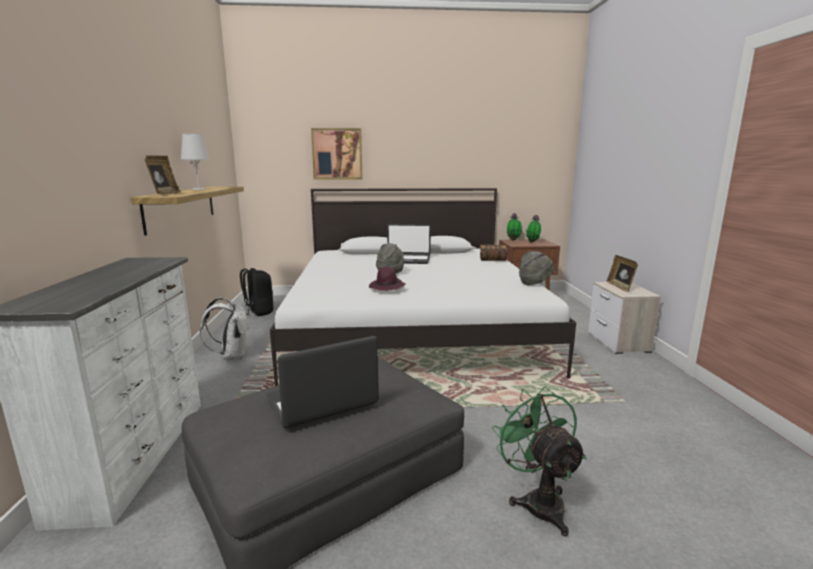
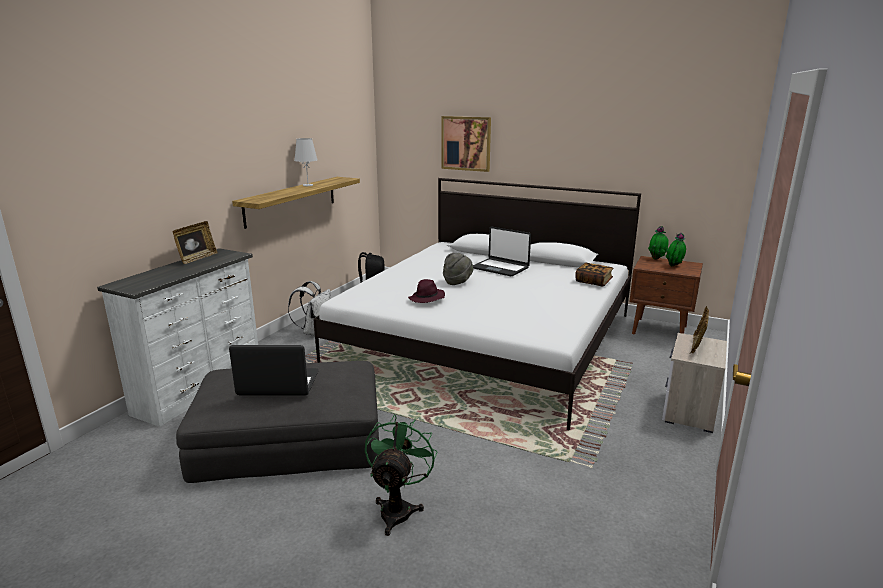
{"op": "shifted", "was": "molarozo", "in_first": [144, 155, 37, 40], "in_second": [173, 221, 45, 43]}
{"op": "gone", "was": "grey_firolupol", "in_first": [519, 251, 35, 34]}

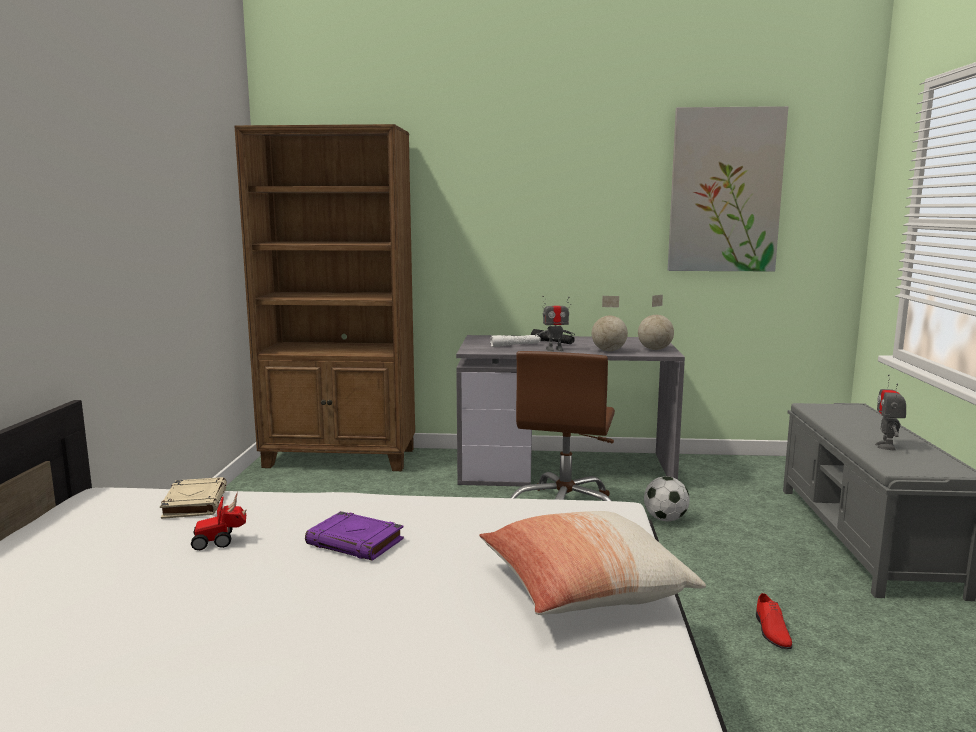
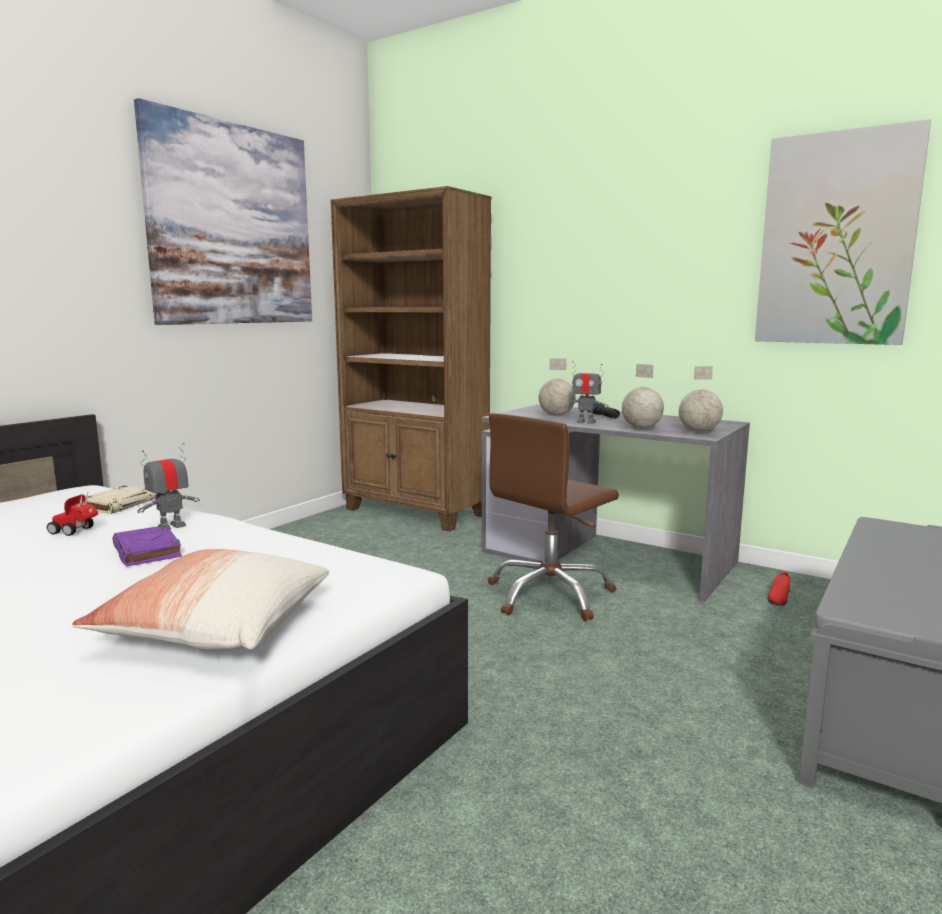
{"op": "swapped", "was": "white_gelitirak", "now": "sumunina", "in_first": [490, 335, 51, 12], "in_second": [539, 358, 37, 58]}
{"op": "gone", "was": "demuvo", "in_first": [644, 476, 46, 45]}
{"op": "shifted", "was": "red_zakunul", "in_first": [756, 593, 36, 56], "in_second": [768, 572, 22, 34]}
{"op": "shifted", "was": "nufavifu", "in_first": [875, 375, 31, 76], "in_second": [138, 443, 62, 86]}
{"op": "new", "now": "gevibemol", "in_second": [134, 98, 178, 227]}

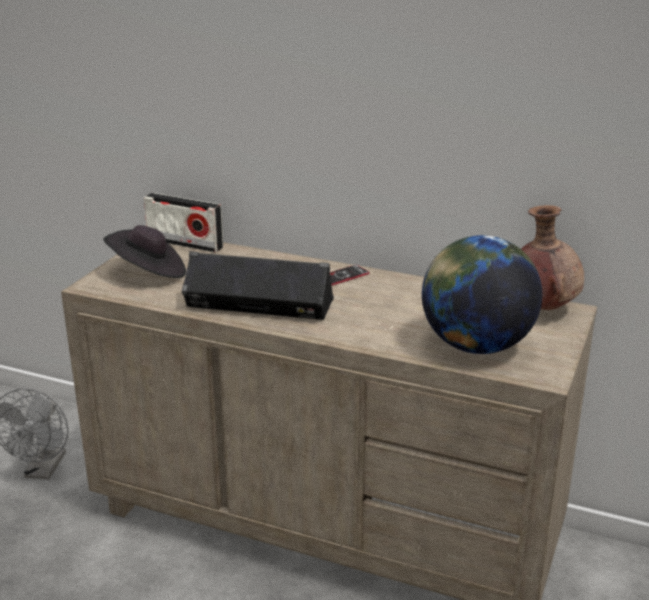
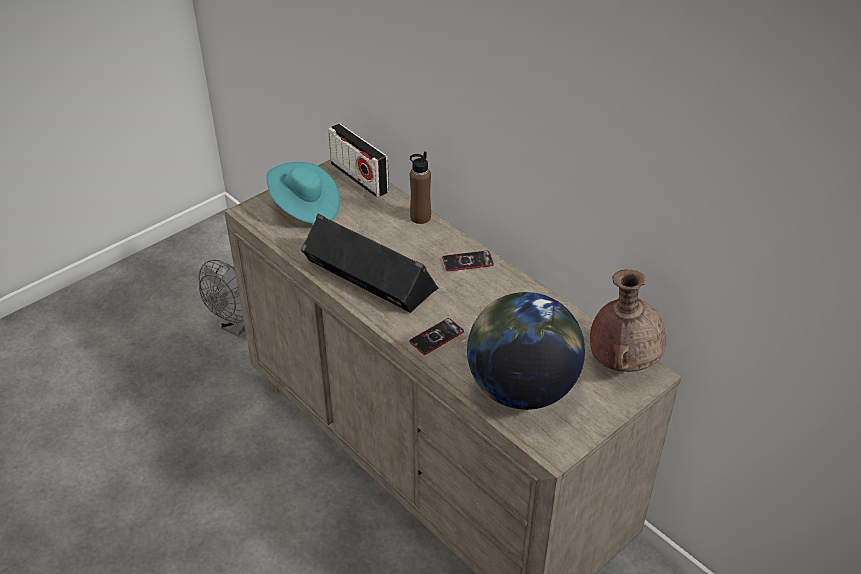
{"op": "repainted", "was": "black_firolupol", "now": "turquoise_firolupol", "in_first": [103, 225, 83, 53], "in_second": [266, 162, 74, 62]}
{"op": "new", "now": "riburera", "in_second": [409, 318, 55, 37]}
{"op": "new", "now": "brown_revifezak", "in_second": [410, 151, 21, 73]}

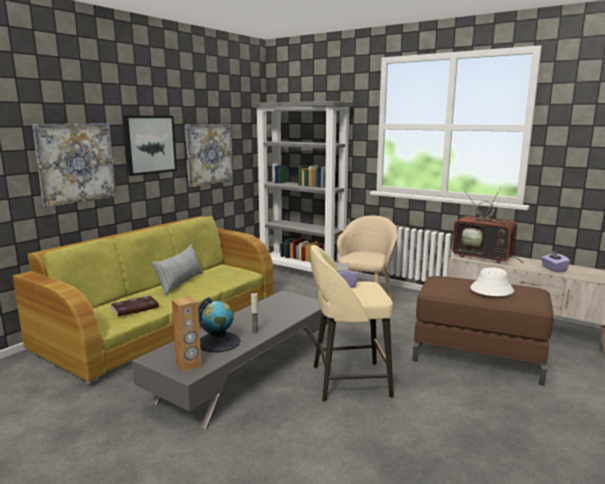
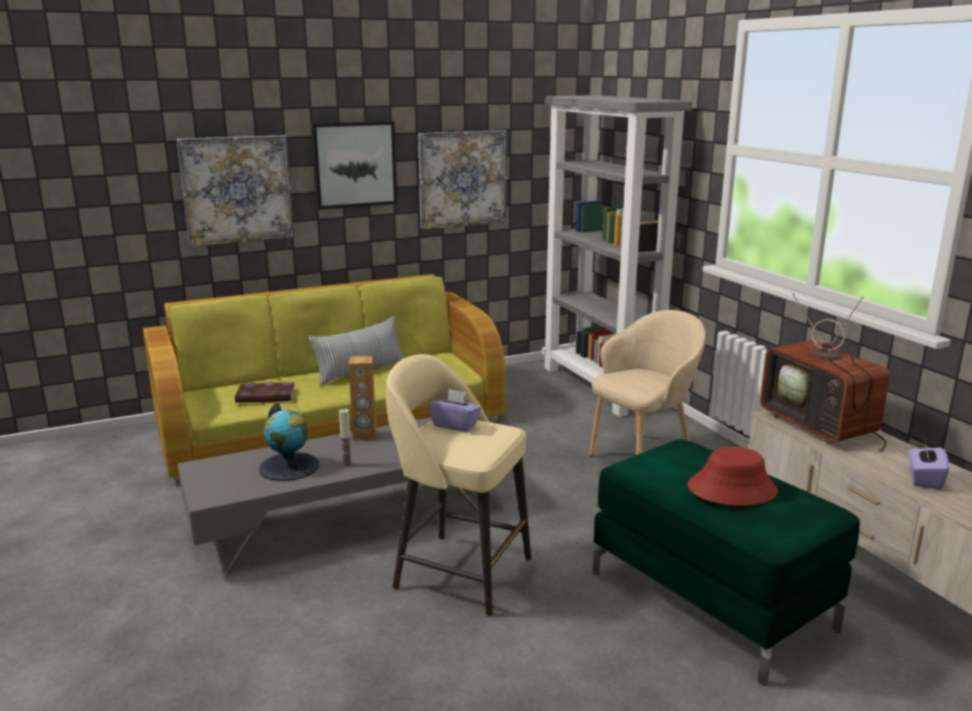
{"op": "shifted", "was": "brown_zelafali", "in_first": [172, 296, 30, 76], "in_second": [349, 356, 28, 85]}
{"op": "repainted", "was": "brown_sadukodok", "now": "green_sadukodok", "in_first": [412, 276, 141, 109], "in_second": [593, 439, 267, 247]}
{"op": "repainted", "was": "white_firolupol", "now": "red_firolupol", "in_first": [470, 267, 44, 29], "in_second": [688, 447, 90, 59]}

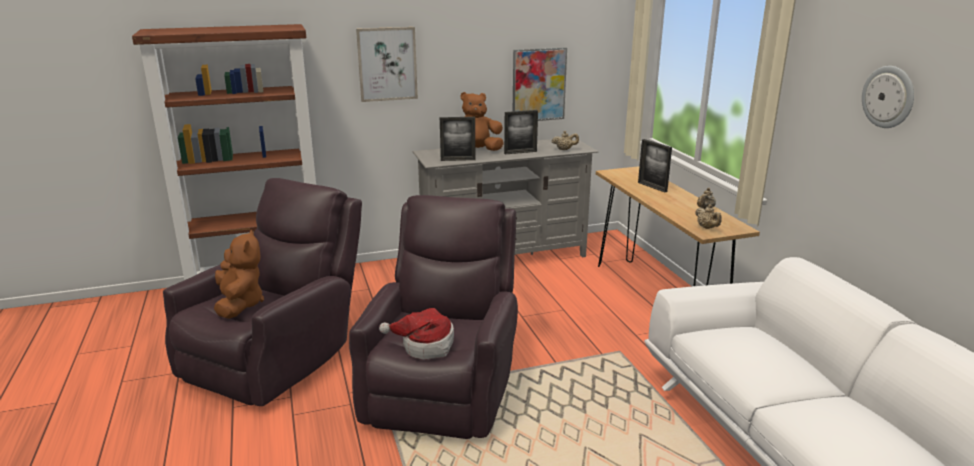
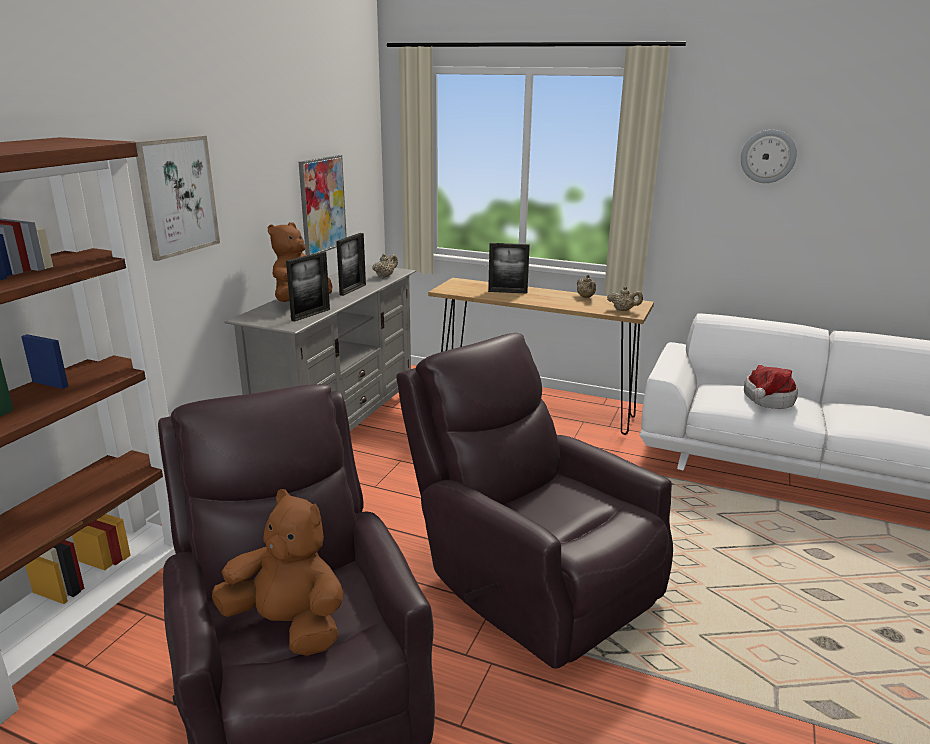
{"op": "shifted", "was": "firolupol", "in_first": [379, 308, 75, 51], "in_second": [744, 365, 54, 44]}

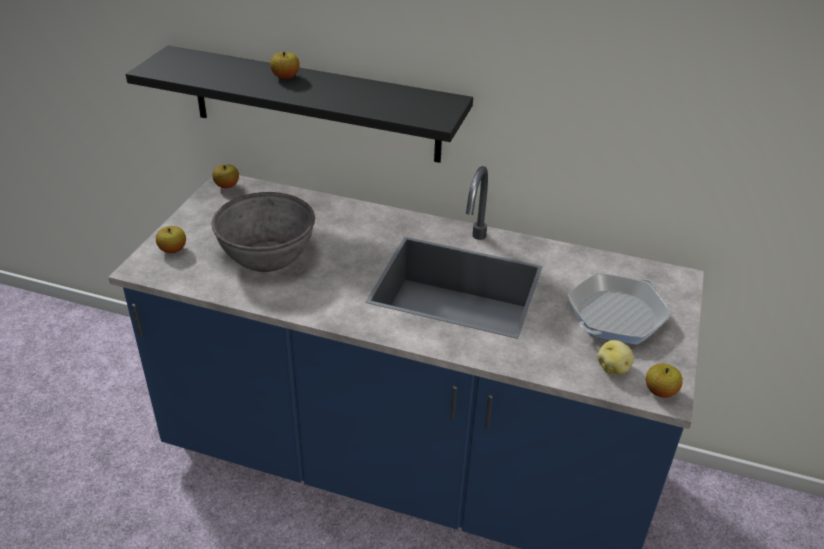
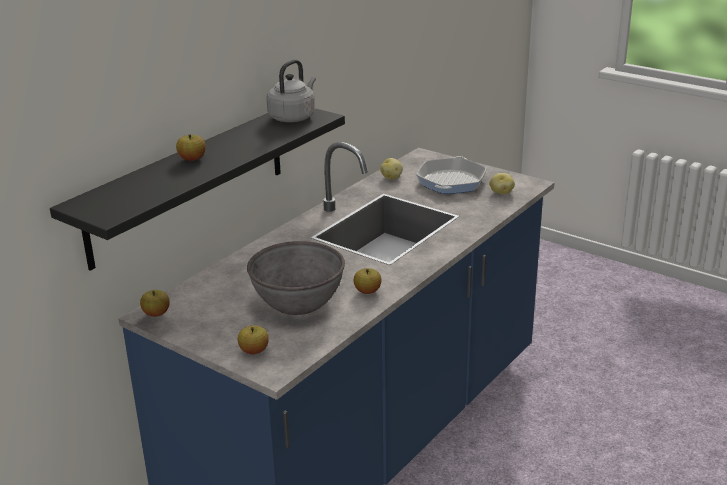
{"op": "rotated", "was": "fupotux", "in_first": [568, 273, 104, 72], "in_second": [416, 156, 70, 38], "clockwise": 45}
{"op": "shifted", "was": "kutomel", "in_first": [646, 363, 37, 35], "in_second": [354, 268, 28, 26]}
{"op": "new", "now": "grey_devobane", "in_second": [266, 59, 50, 63]}
{"op": "new", "now": "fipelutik", "in_second": [380, 158, 23, 22]}

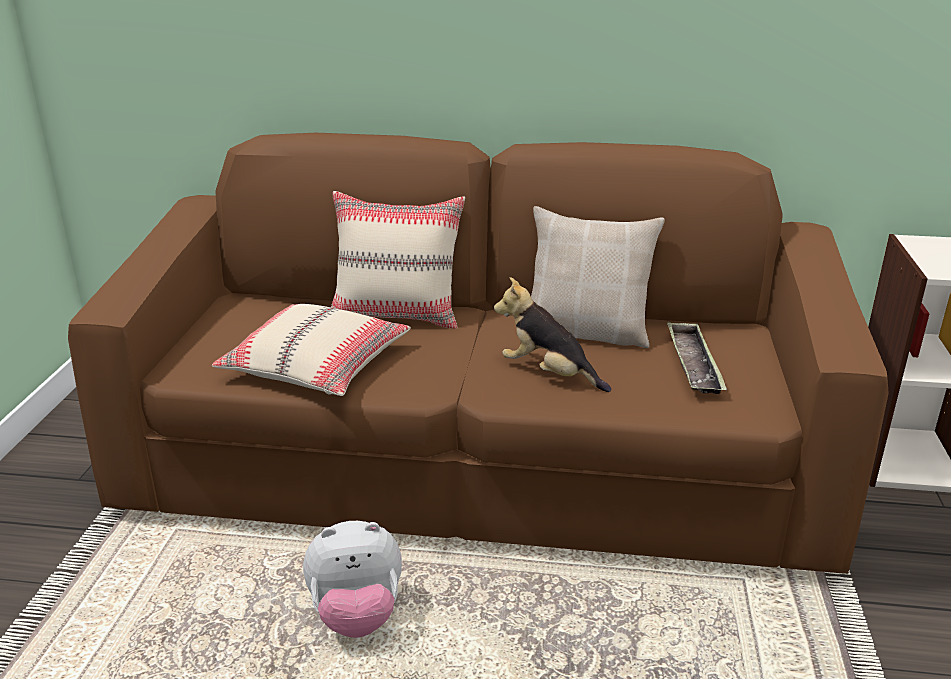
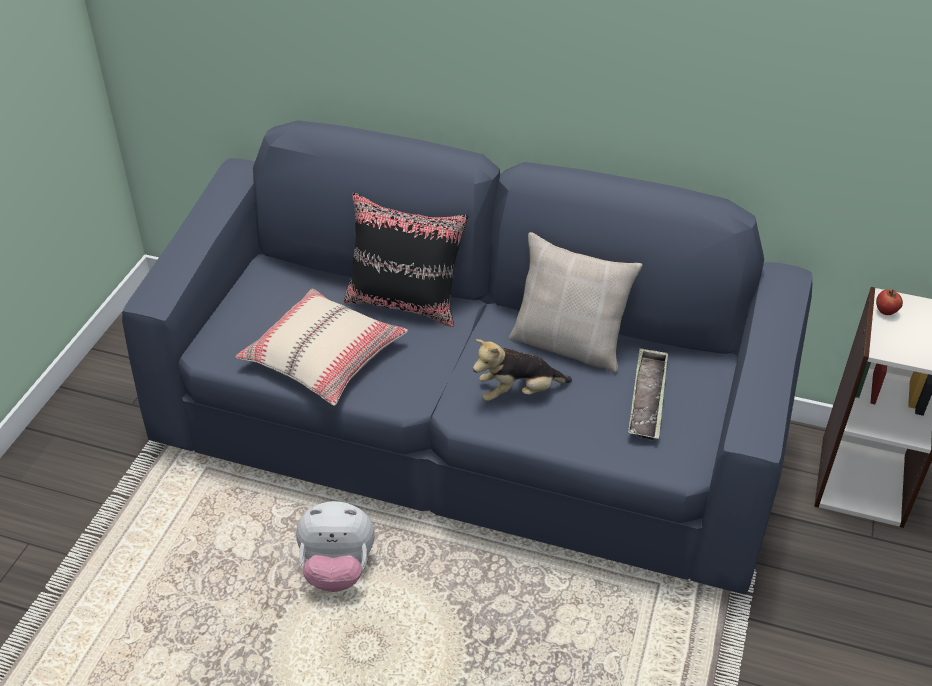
{"op": "repainted", "was": "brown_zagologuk", "now": "blue_zagologuk", "in_first": [68, 133, 821, 441], "in_second": [122, 120, 690, 475]}
{"op": "repainted", "was": "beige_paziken", "now": "black_paziken", "in_first": [331, 191, 134, 138], "in_second": [344, 192, 124, 135]}
{"op": "rotated", "was": "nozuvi", "in_first": [494, 277, 117, 115], "in_second": [473, 339, 99, 62], "clockwise": -60}
{"op": "new", "now": "kutomel", "in_second": [876, 289, 27, 26]}

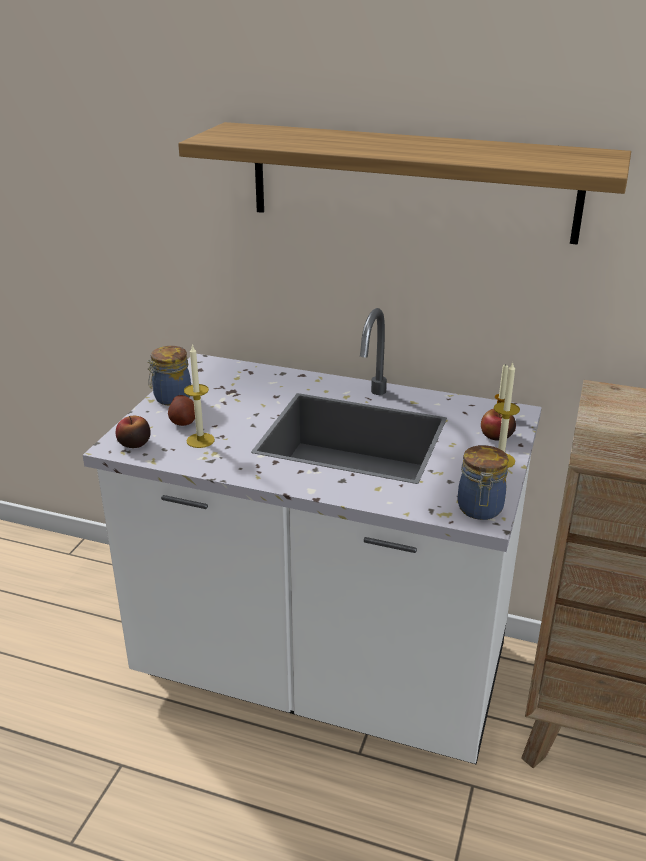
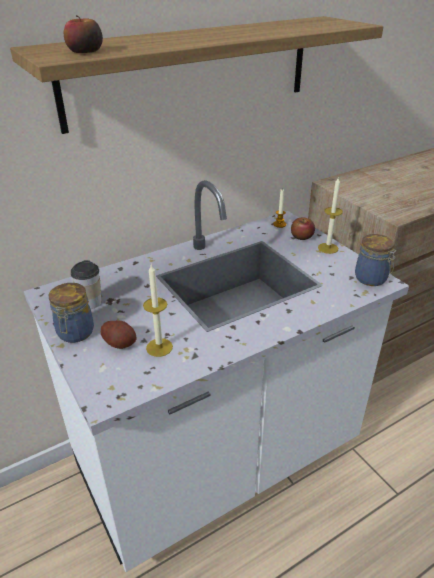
{"op": "shifted", "was": "kutomel", "in_first": [116, 416, 35, 32], "in_second": [64, 15, 39, 38]}
{"op": "new", "now": "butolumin", "in_second": [71, 260, 30, 49]}

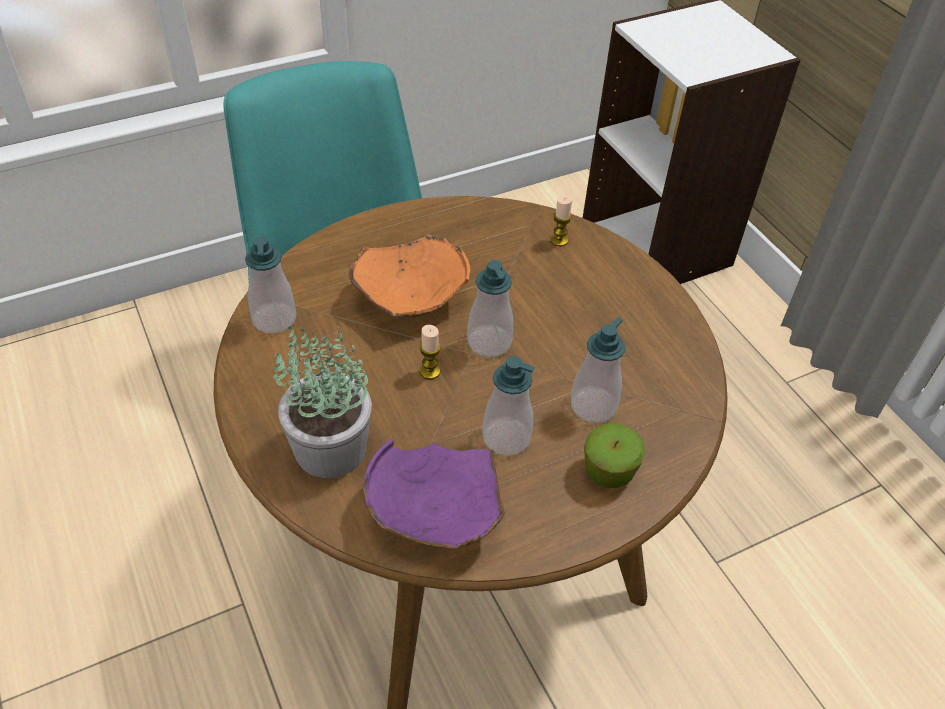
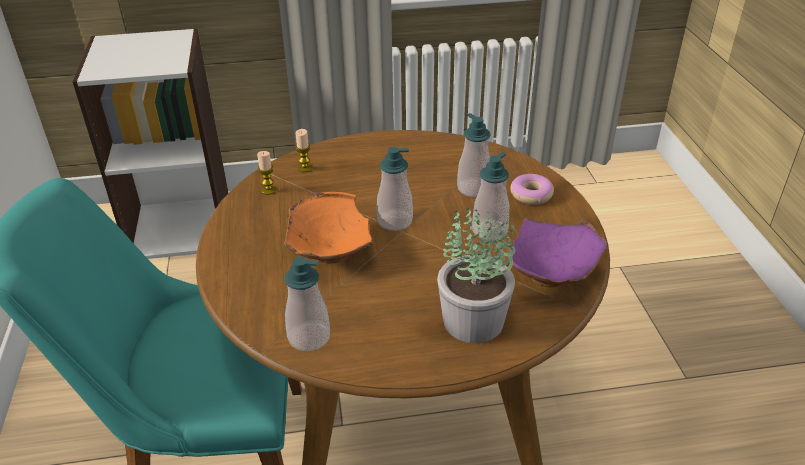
{"op": "shifted", "was": "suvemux", "in_first": [419, 325, 22, 54], "in_second": [257, 151, 19, 44]}
{"op": "swapped", "was": "kutomel", "now": "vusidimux", "in_first": [584, 423, 61, 65], "in_second": [510, 174, 44, 31]}

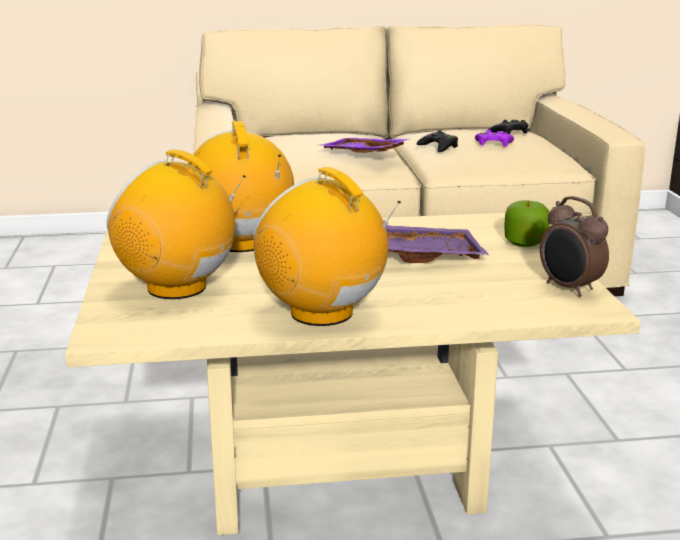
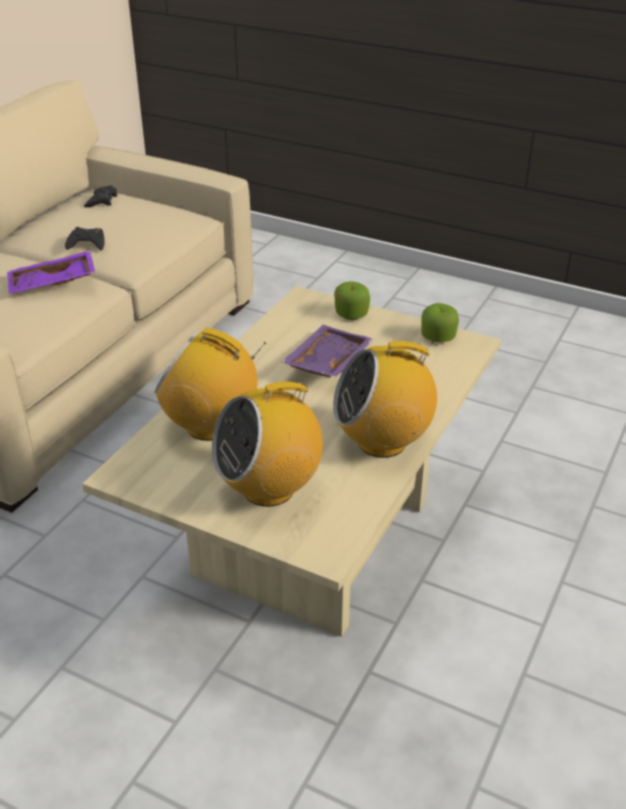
{"op": "gone", "was": "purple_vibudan", "in_first": [475, 130, 39, 17]}
{"op": "swapped", "was": "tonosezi", "now": "kutomel", "in_first": [540, 196, 69, 101], "in_second": [421, 303, 38, 39]}

